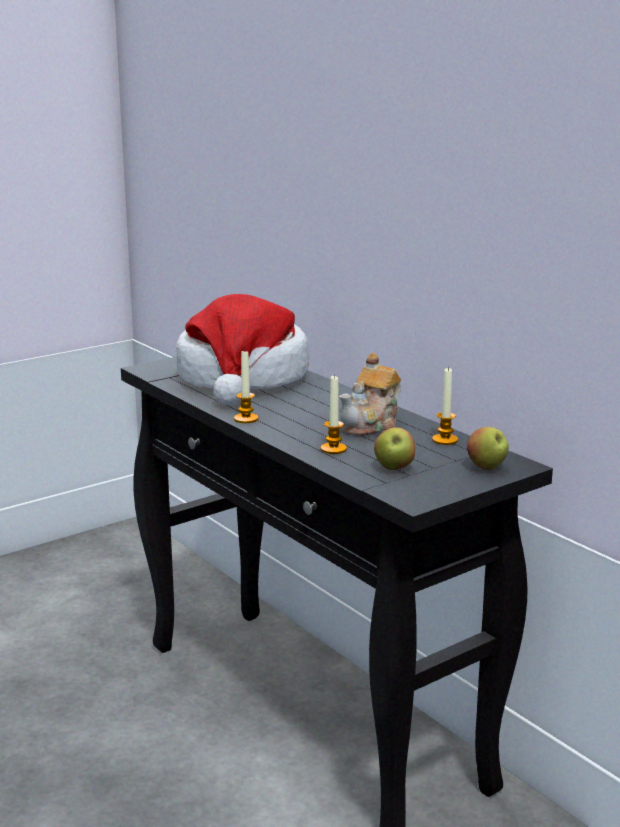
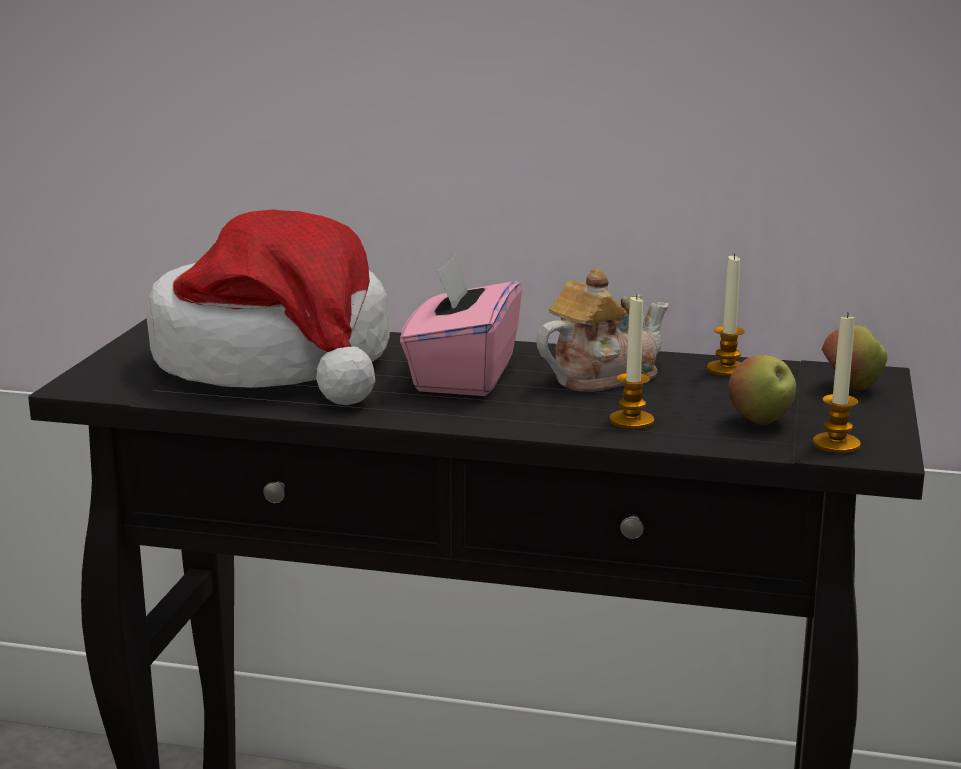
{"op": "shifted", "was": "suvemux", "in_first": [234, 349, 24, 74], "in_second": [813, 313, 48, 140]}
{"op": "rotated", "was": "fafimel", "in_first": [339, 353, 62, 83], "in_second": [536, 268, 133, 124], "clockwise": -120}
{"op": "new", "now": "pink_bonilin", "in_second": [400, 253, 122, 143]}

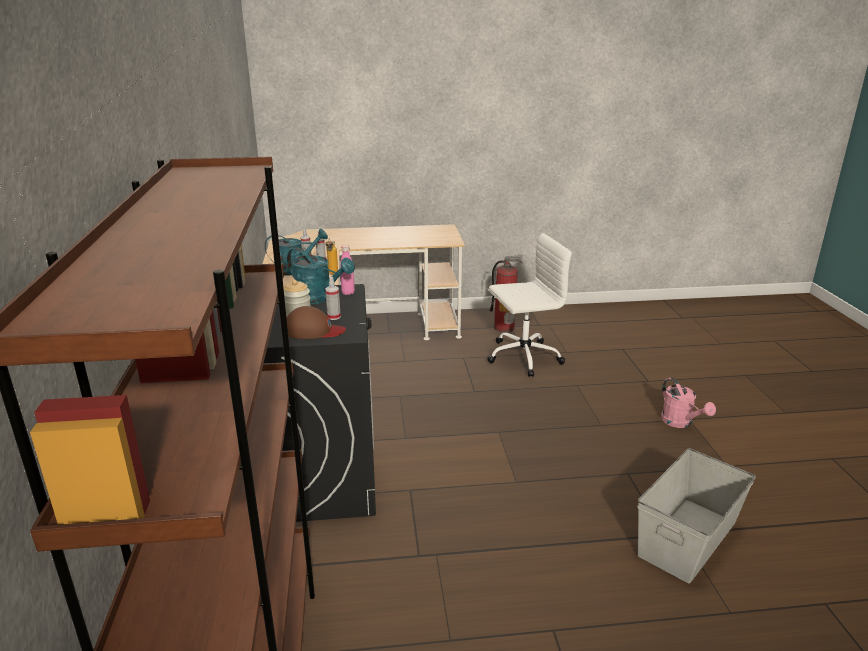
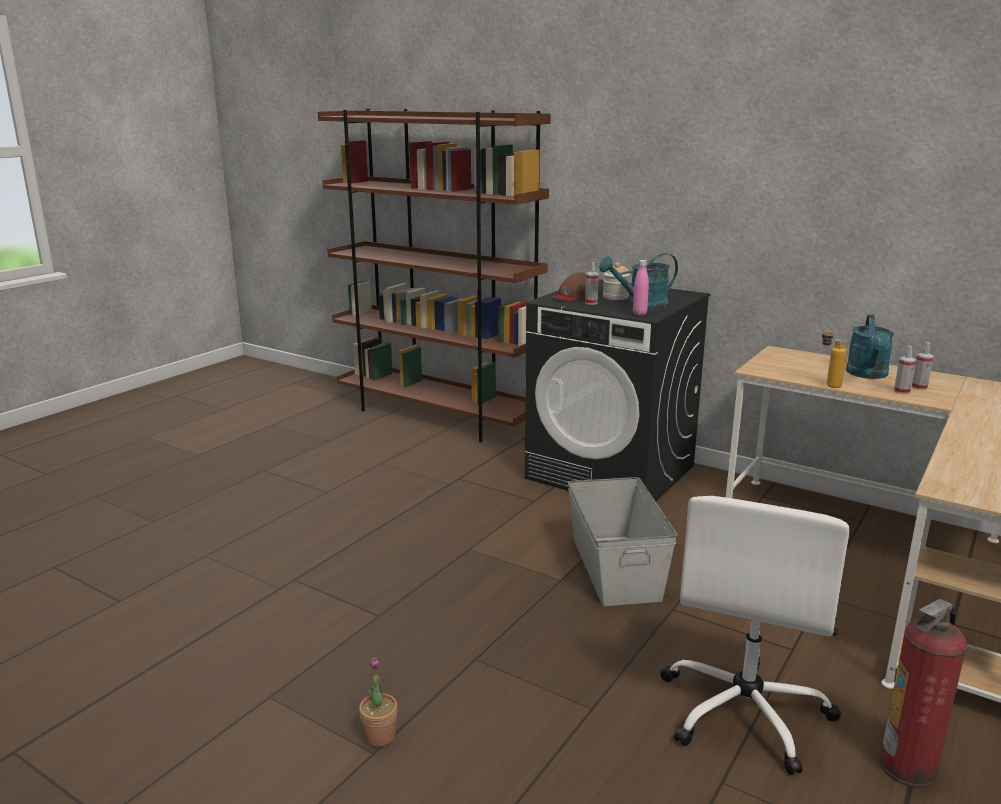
{"op": "shifted", "was": "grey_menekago", "in_first": [637, 448, 119, 135], "in_second": [568, 477, 109, 129]}
{"op": "swapped", "was": "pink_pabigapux", "now": "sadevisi", "in_first": [661, 377, 55, 51], "in_second": [359, 657, 38, 90]}

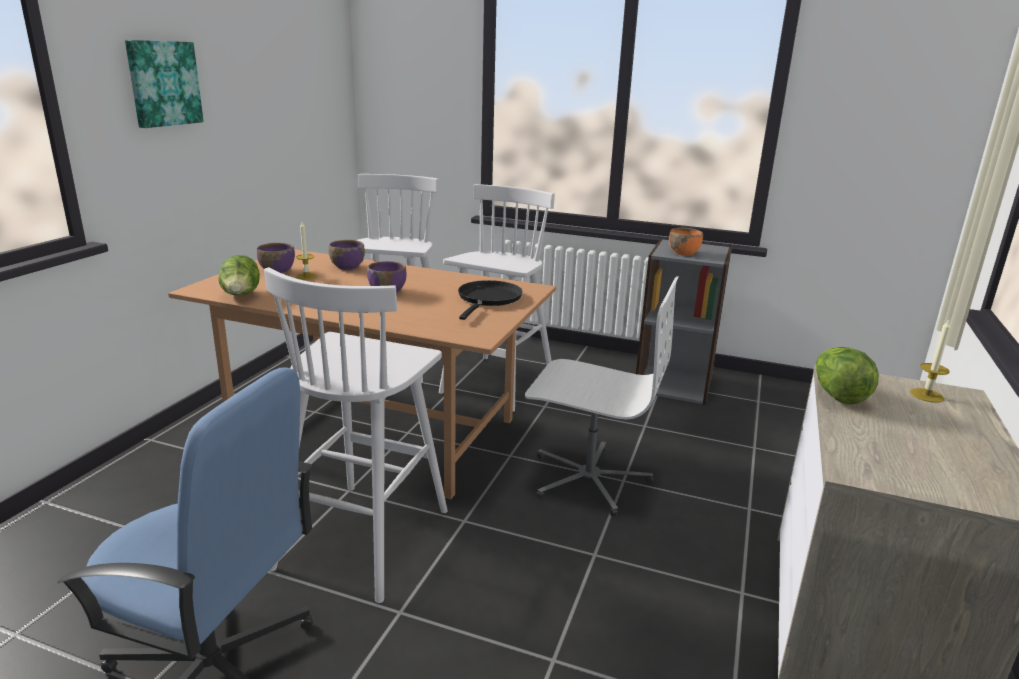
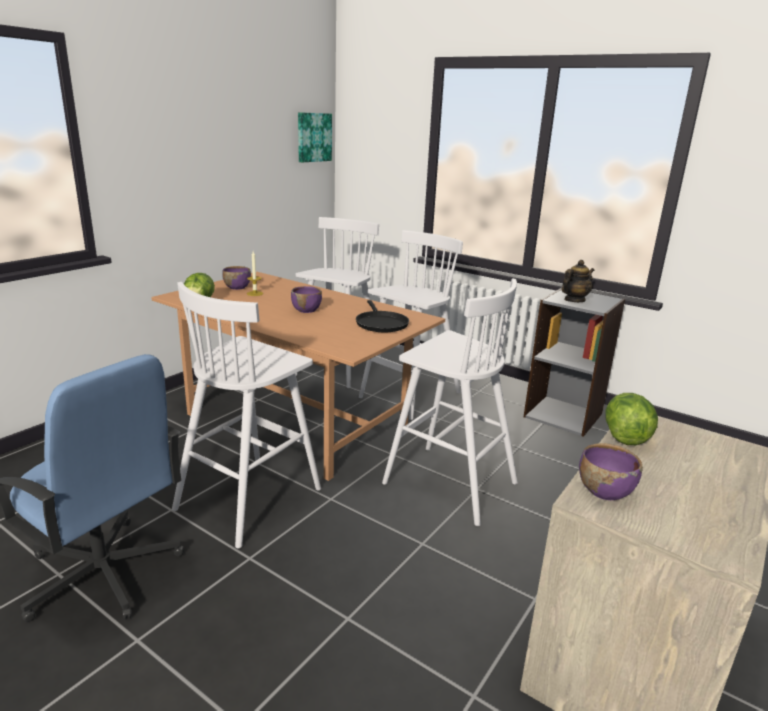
{"op": "shifted", "was": "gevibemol", "in_first": [125, 40, 79, 88], "in_second": [298, 112, 34, 50]}
{"op": "shifted", "was": "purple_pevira", "in_first": [329, 240, 36, 30], "in_second": [579, 443, 64, 57]}
{"op": "rotated", "was": "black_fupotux", "in_first": [458, 280, 64, 40], "in_second": [356, 300, 53, 32], "clockwise": 135}
{"op": "swapped", "was": "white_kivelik", "now": "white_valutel", "in_first": [525, 276, 153, 240], "in_second": [382, 279, 136, 247]}
{"op": "swapped", "was": "orange_pevira", "now": "fafimel", "in_first": [669, 228, 34, 28], "in_second": [562, 260, 32, 42]}
{"op": "gone", "was": "suvemux", "in_first": [910, 319, 40, 84]}

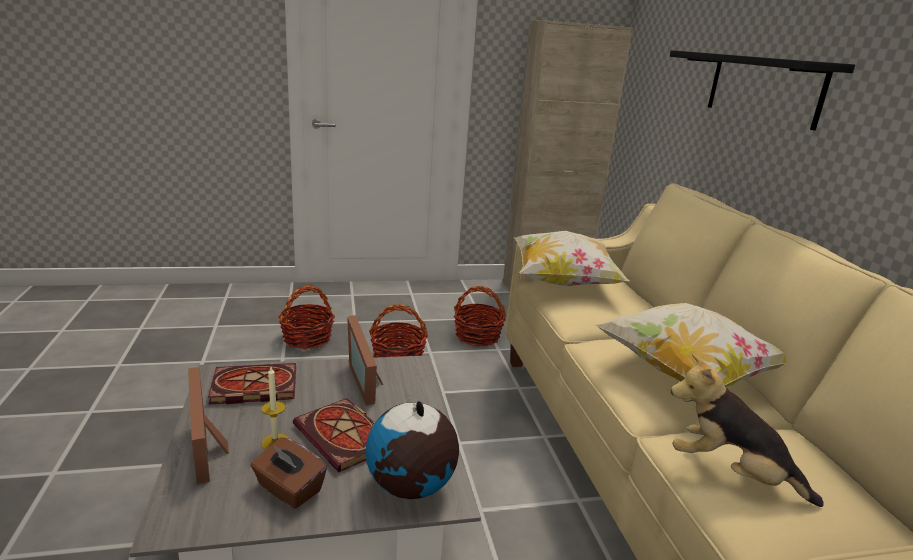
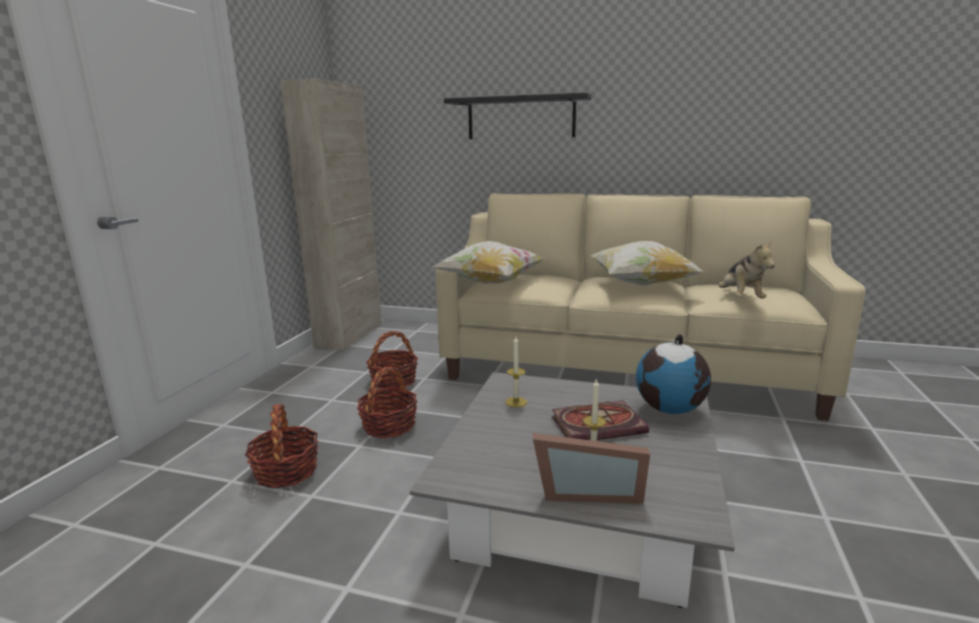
{"op": "gone", "was": "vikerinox", "in_first": [208, 363, 88, 42]}
{"op": "gone", "was": "brown_bonilin", "in_first": [250, 437, 77, 72]}
{"op": "swapped", "was": "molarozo", "now": "suvemux", "in_first": [347, 315, 36, 90], "in_second": [505, 337, 22, 71]}
{"op": "rotated", "was": "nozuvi", "in_first": [670, 353, 154, 154], "in_second": [718, 241, 57, 57], "clockwise": -60}

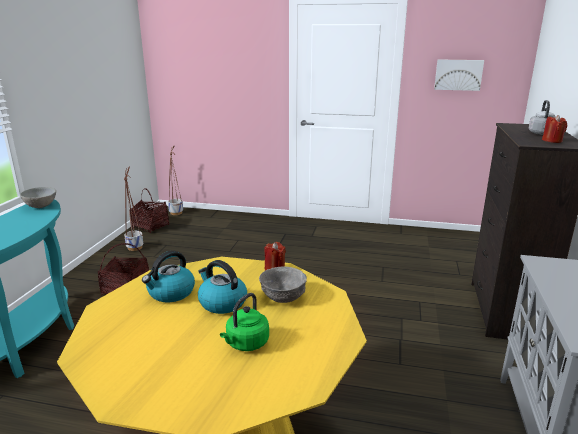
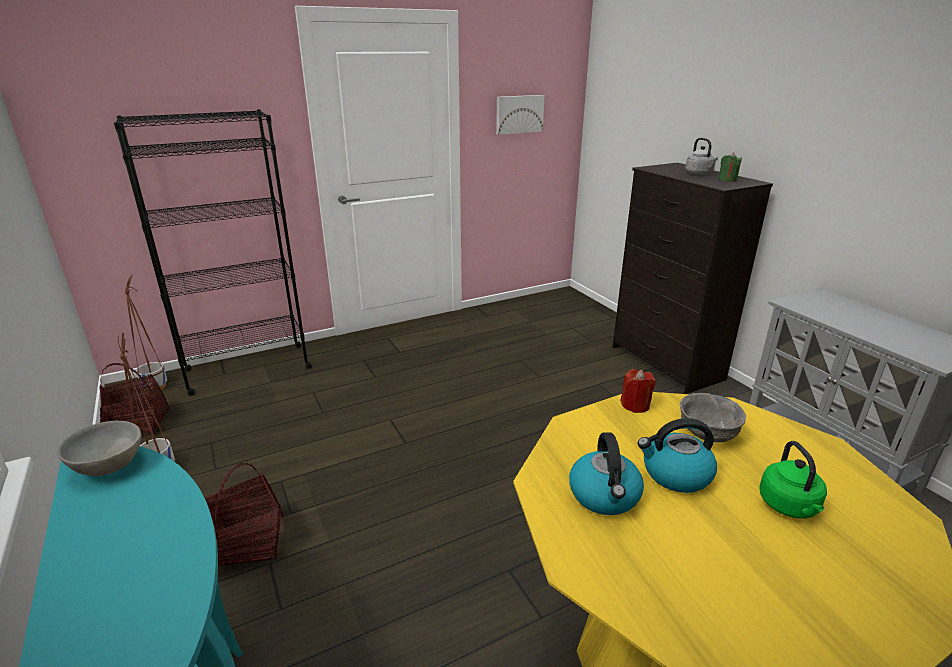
{"op": "repainted", "was": "red_suvemux", "now": "green_suvemux", "in_first": [542, 115, 25, 28], "in_second": [718, 152, 24, 30]}
{"op": "new", "now": "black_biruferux", "in_second": [114, 109, 198, 287]}

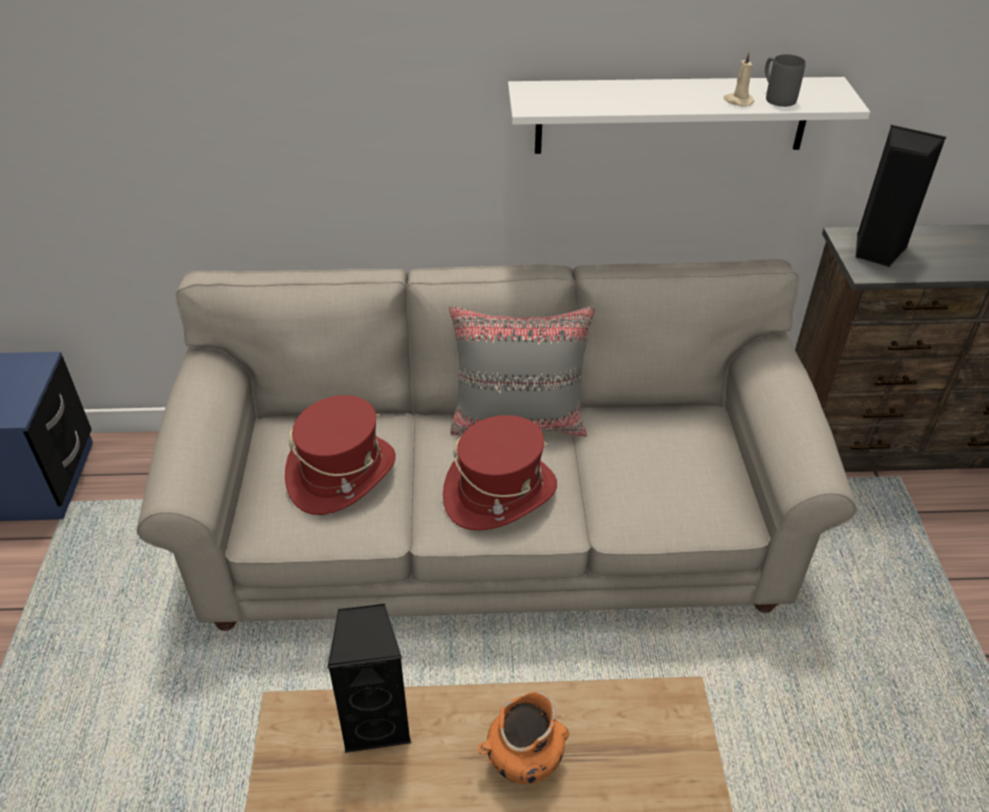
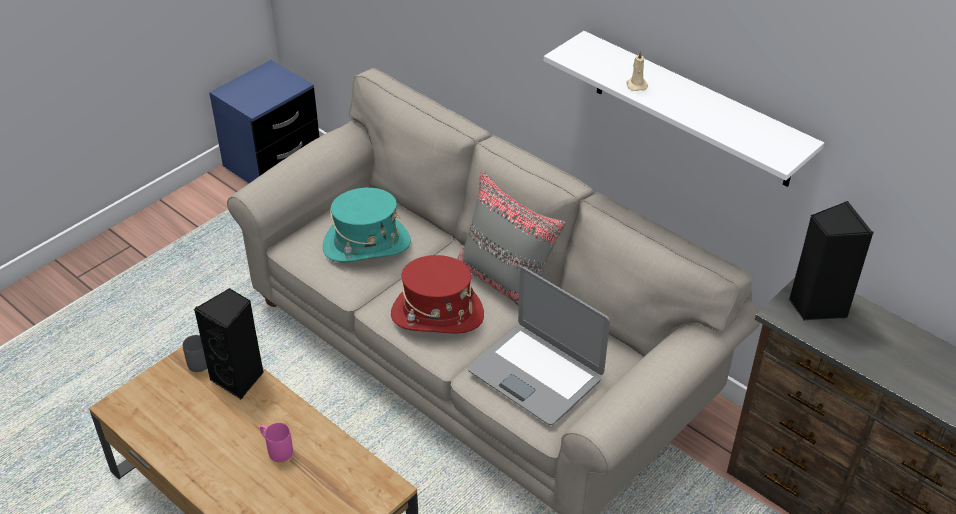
{"op": "repainted", "was": "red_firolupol", "now": "turquoise_firolupol", "in_first": [285, 395, 111, 120], "in_second": [323, 188, 88, 74]}
{"op": "swapped", "was": "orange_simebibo", "now": "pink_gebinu", "in_first": [478, 691, 91, 93], "in_second": [260, 423, 33, 39]}
{"op": "shifted", "was": "beige_suvemux", "in_first": [724, 52, 31, 55], "in_second": [626, 50, 22, 41]}
{"op": "shifted", "was": "grey_gebinu", "in_first": [765, 54, 41, 53], "in_second": [183, 335, 24, 37]}
{"op": "new", "now": "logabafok", "in_second": [467, 267, 143, 158]}

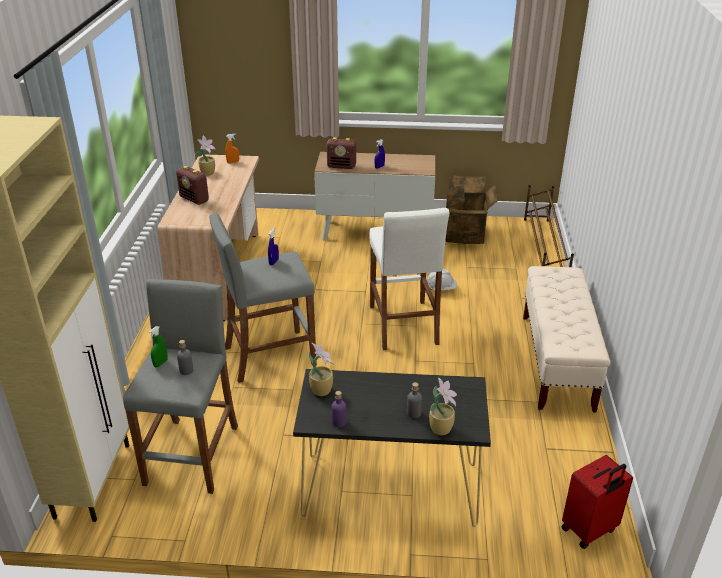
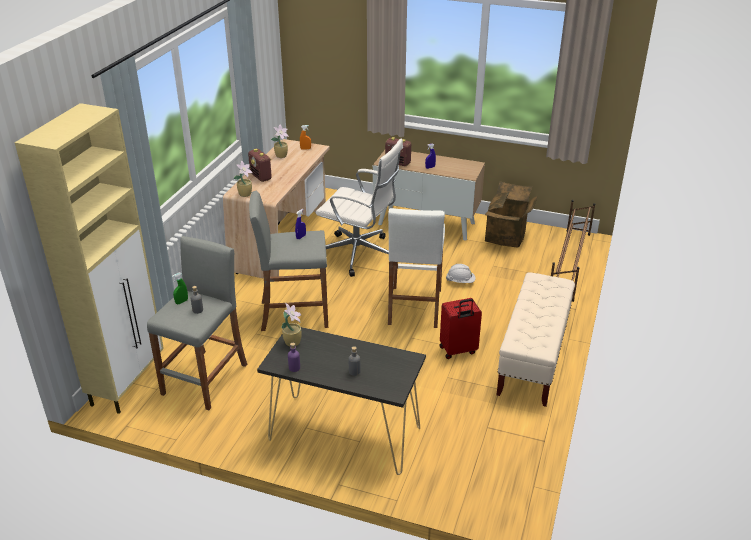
{"op": "shifted", "was": "sadevisi", "in_first": [429, 377, 28, 58], "in_second": [234, 160, 18, 37]}
{"op": "shifted", "was": "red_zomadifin", "in_first": [562, 455, 71, 94], "in_second": [440, 298, 42, 61]}
{"op": "new", "now": "white_kivelik", "in_second": [316, 139, 87, 138]}

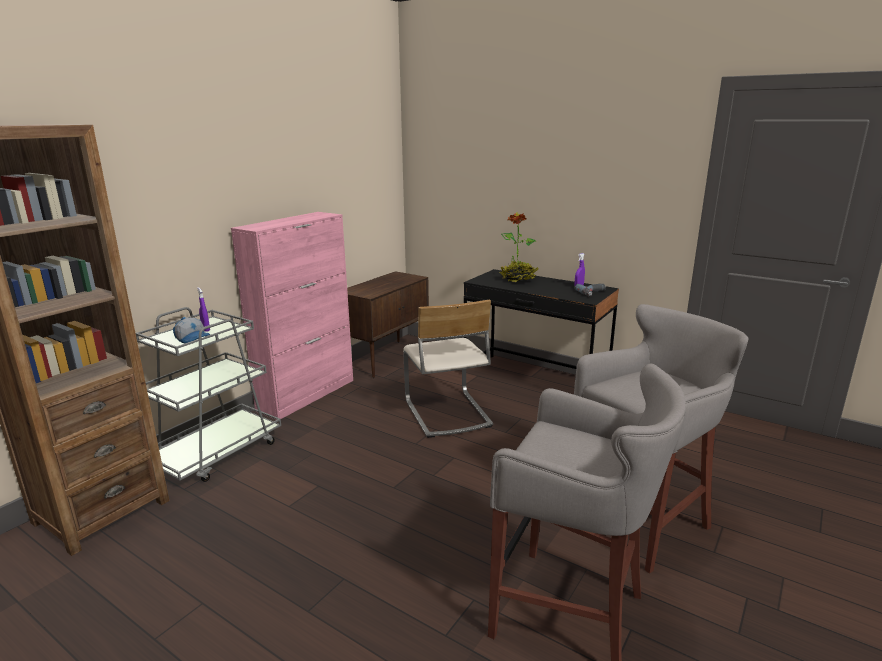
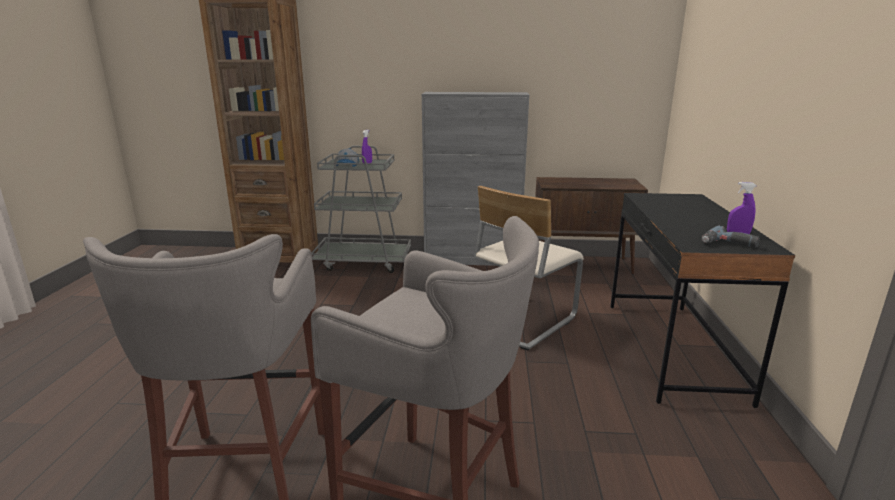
{"op": "repainted", "was": "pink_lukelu", "now": "grey_lukelu", "in_first": [231, 212, 122, 207], "in_second": [422, 92, 107, 174]}
{"op": "gone", "was": "sadevisi", "in_first": [500, 213, 38, 70]}

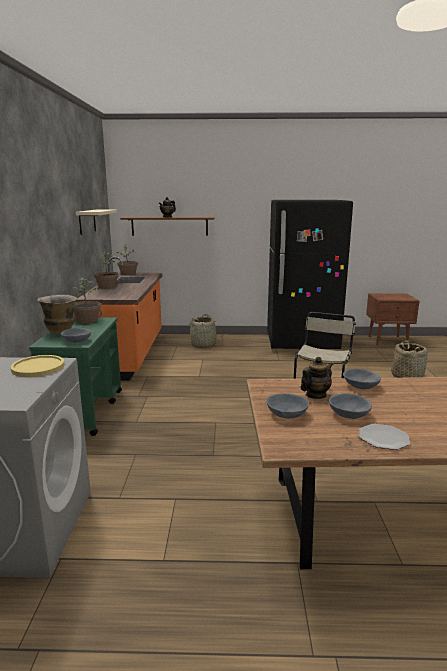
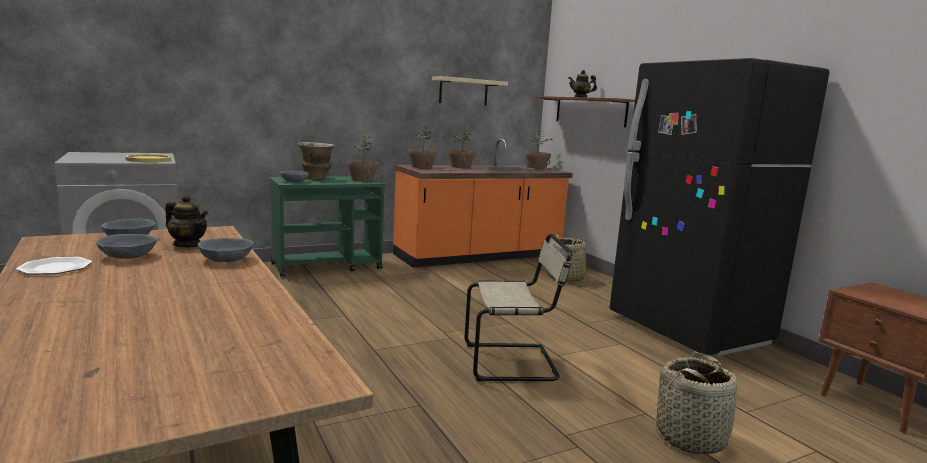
{"op": "new", "now": "sadevisi", "in_second": [408, 124, 29, 44]}

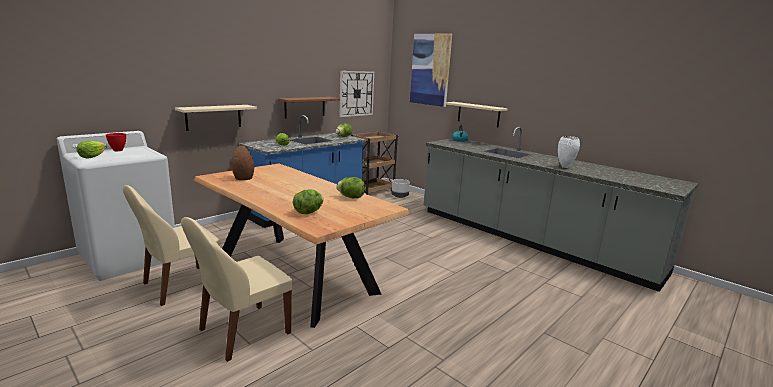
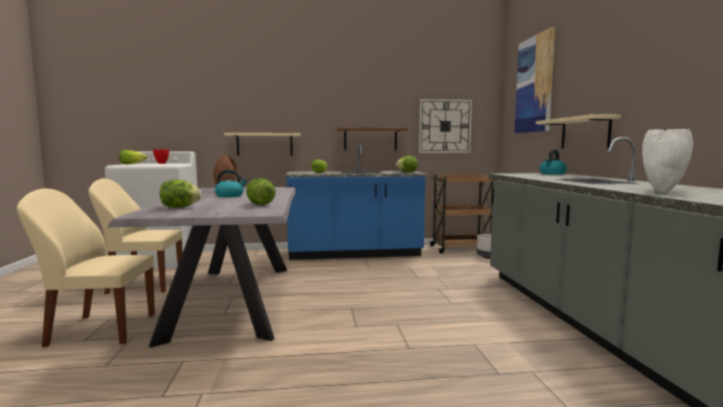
{"op": "repainted", "was": "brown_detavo", "now": "grey_detavo", "in_first": [194, 163, 217, 165], "in_second": [108, 187, 188, 161]}
{"op": "new", "now": "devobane", "in_second": [215, 170, 32, 27]}

